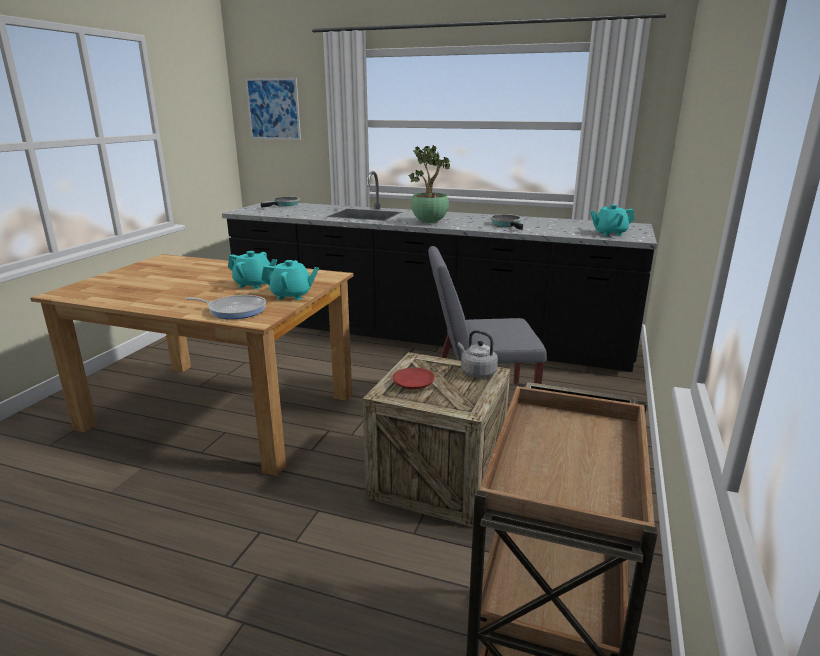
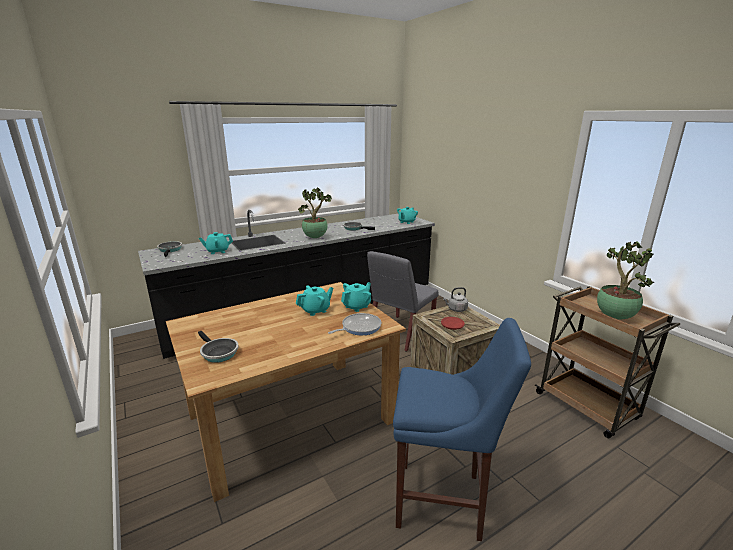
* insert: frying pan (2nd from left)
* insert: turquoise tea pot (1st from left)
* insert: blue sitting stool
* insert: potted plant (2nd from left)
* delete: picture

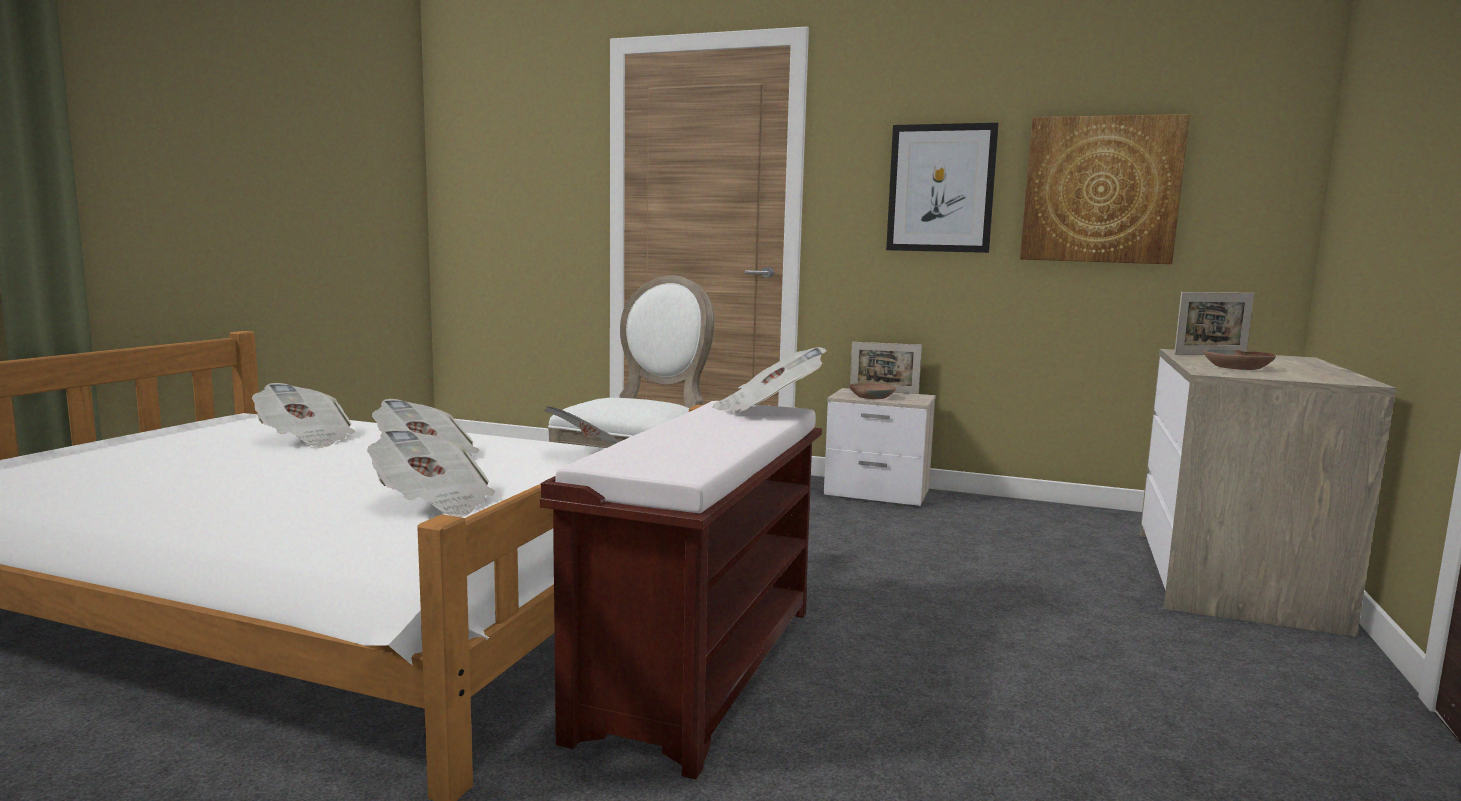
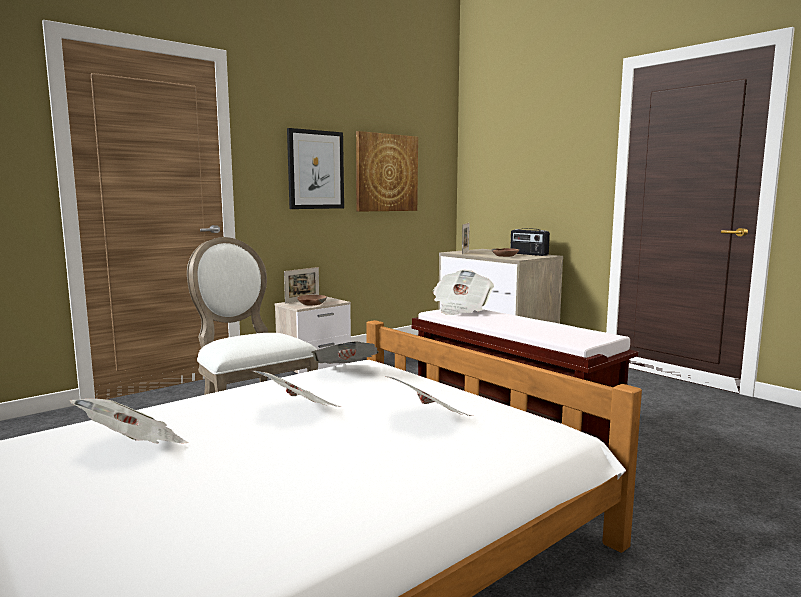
* insert: radio

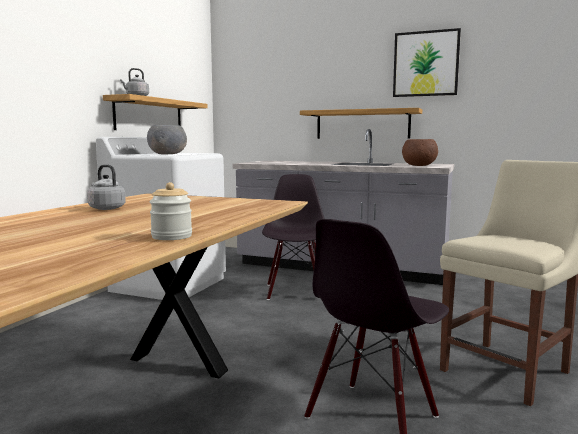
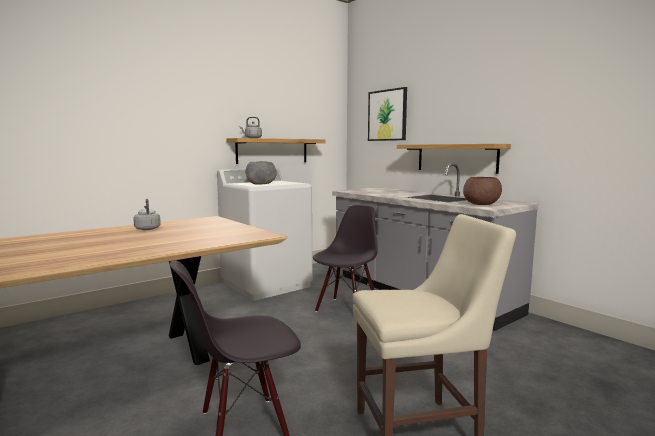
* move: picture
* delete: jar

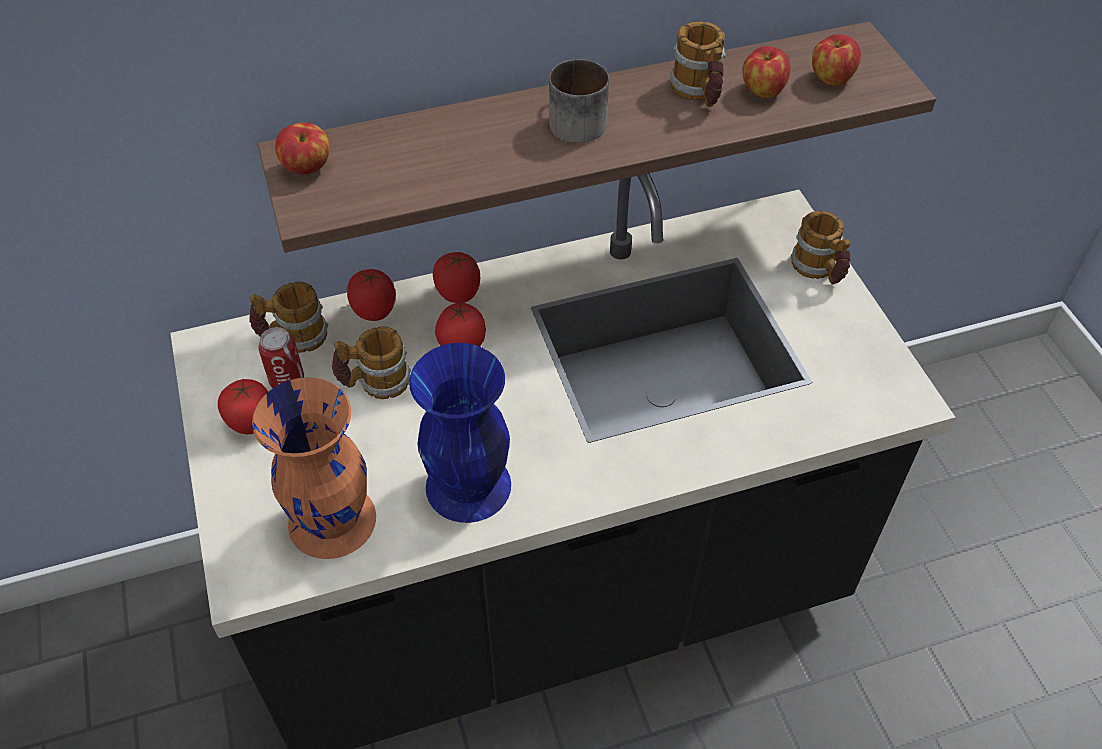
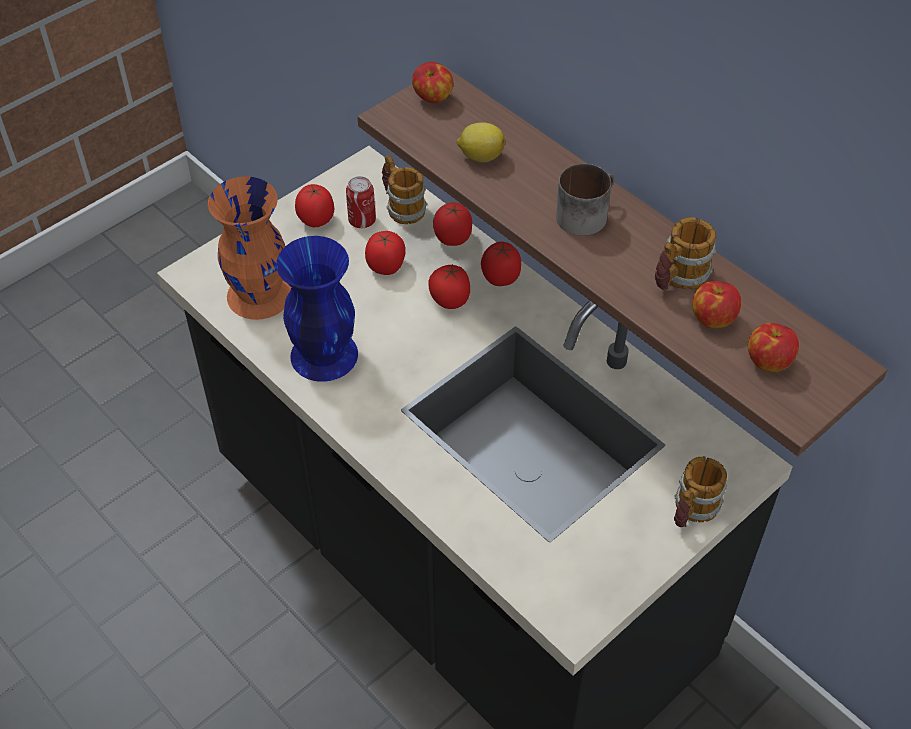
* replace: coffee mug (2nd from left) to whole tomato (2nd from left)
* insert: lemon

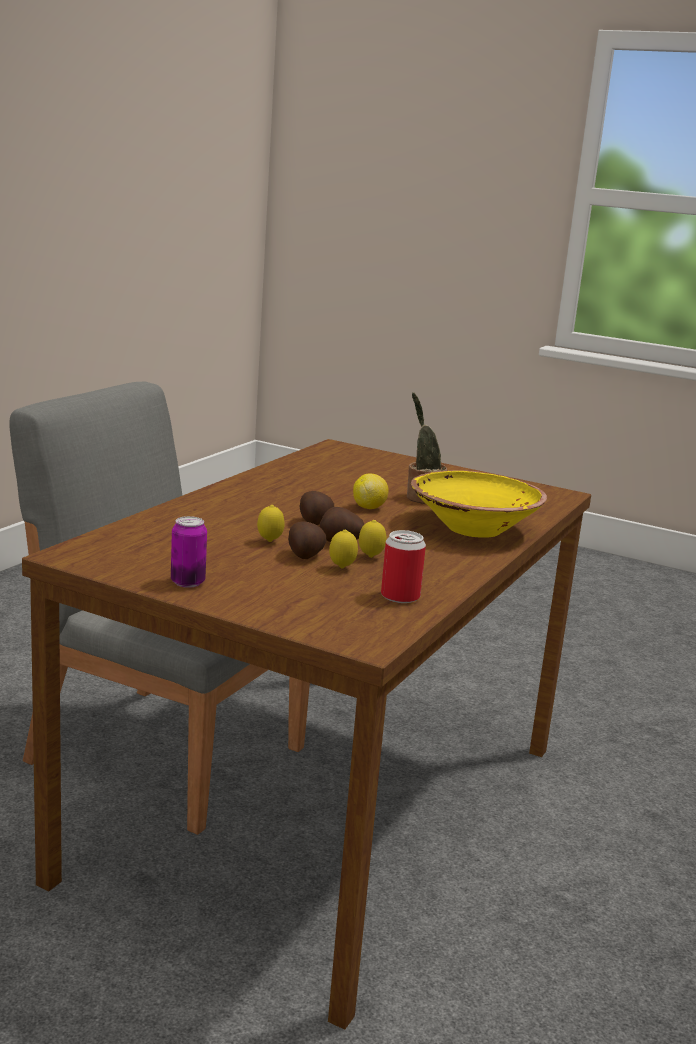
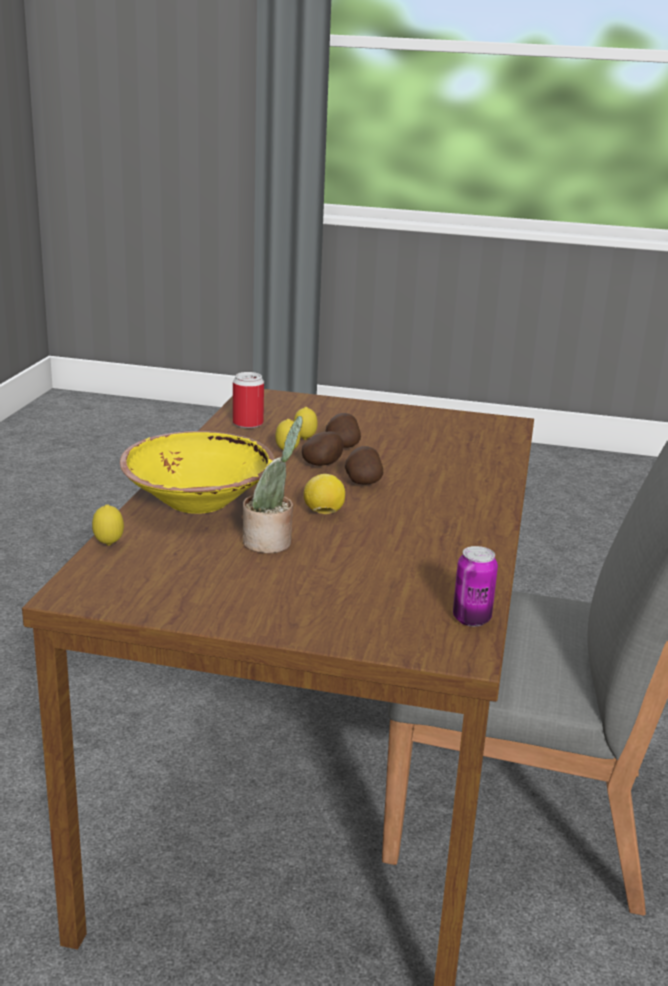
* move: lemon (1st from left)
* move: sealed can (1st from left in the first image) to sealed can (2nd from left)

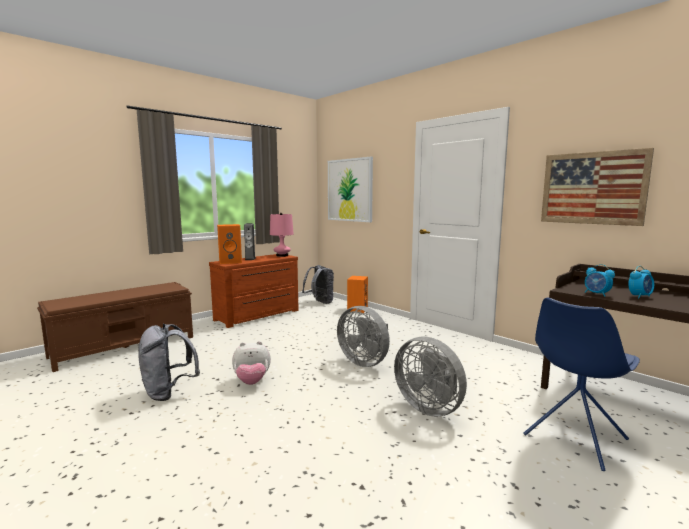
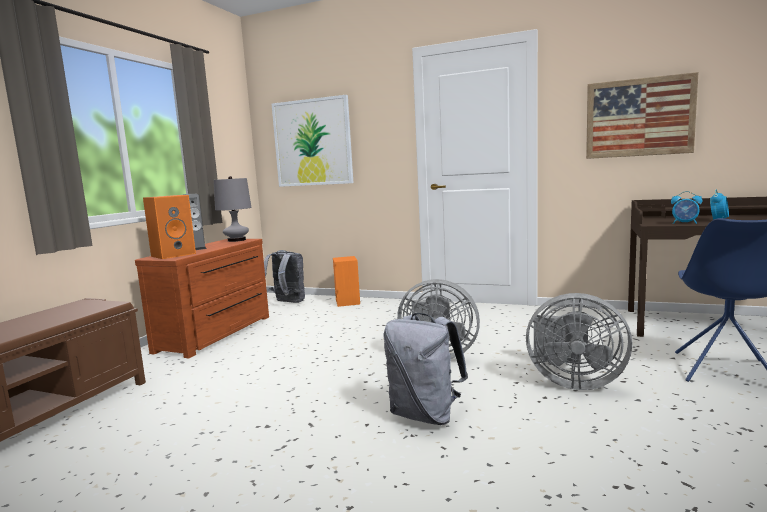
* recolor: pinkish table lamp to greyish table lamp
* move: greyish knapsack (1st from left in the first image) to greyish knapsack (2nd from left)
* delete: cuddly toy

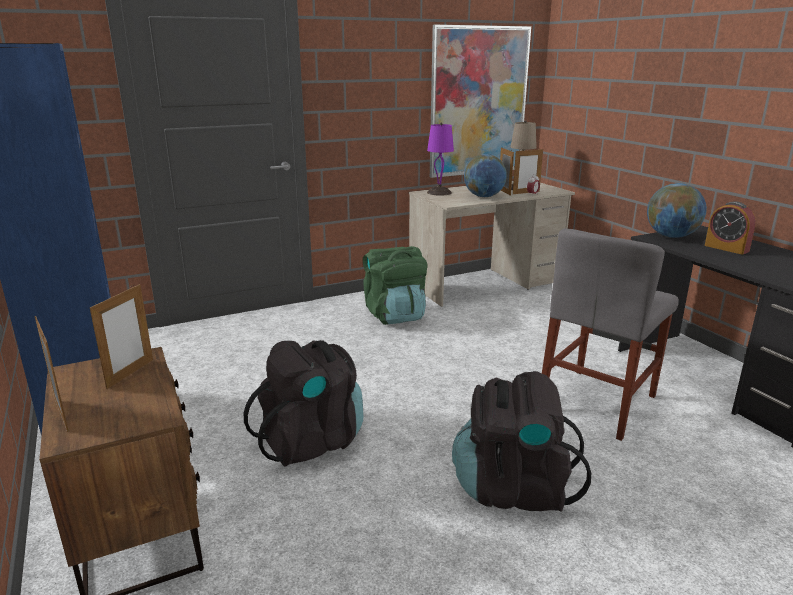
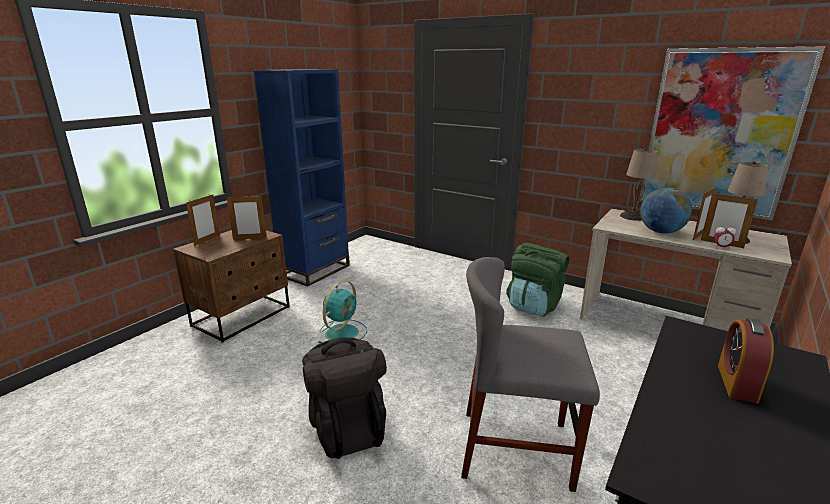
* replace: black knapsack (1st from left) to turquoise cooling fan
* recolor: purple-coloured table lamp to sand-coloured table lamp (1st from left)
* delete: desk globe (2nd from left)

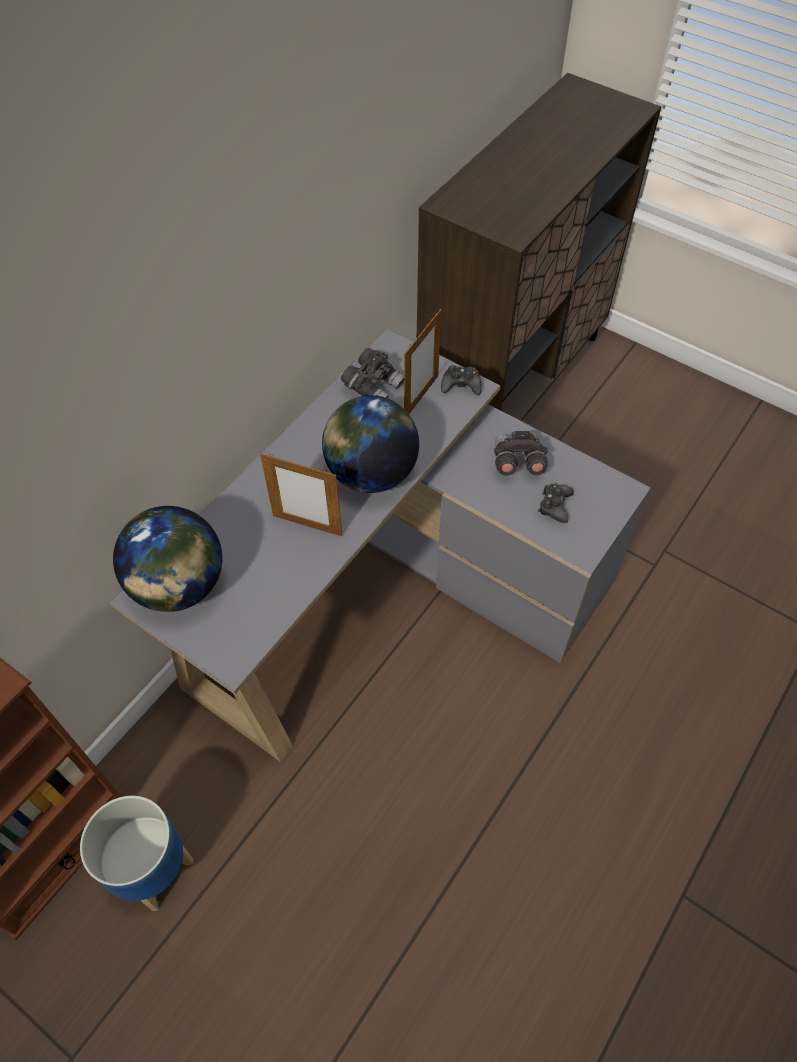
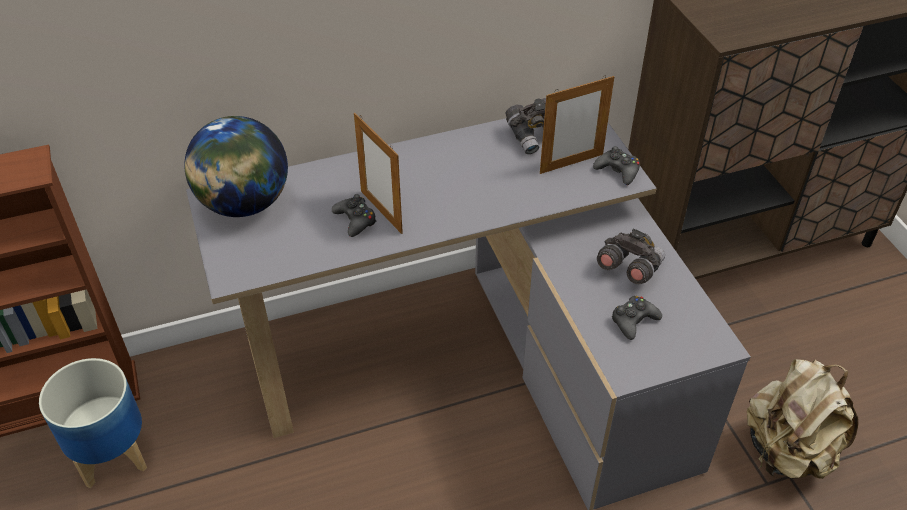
* insert: black game controller (1st from left)
* insert: sand-coloured knapsack
* delete: desk globe (2nd from left)

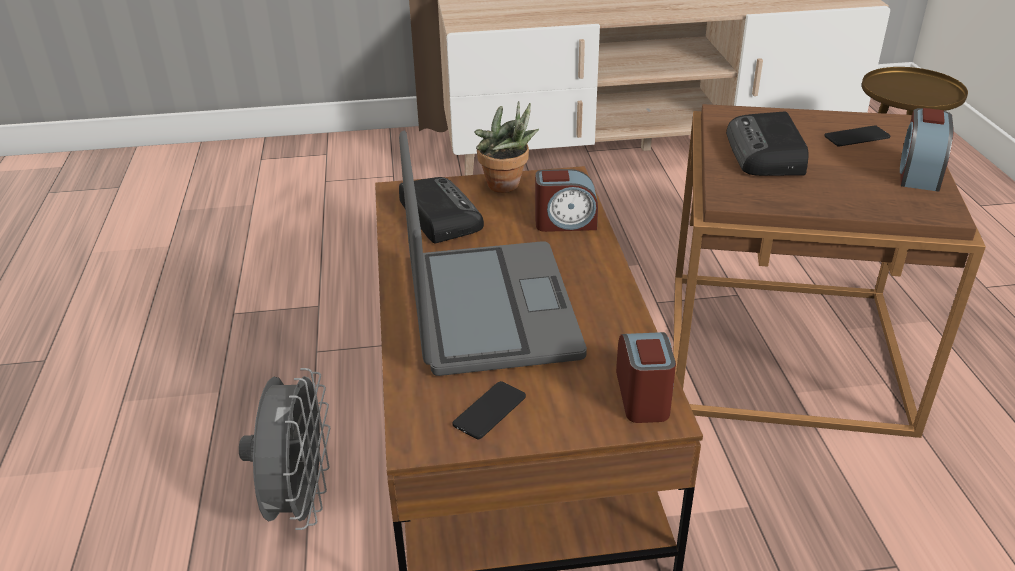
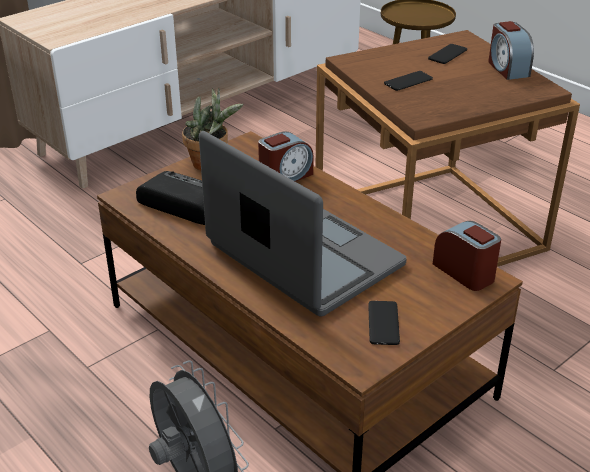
* replace: radio (2nd from left) to phone (2nd from left)

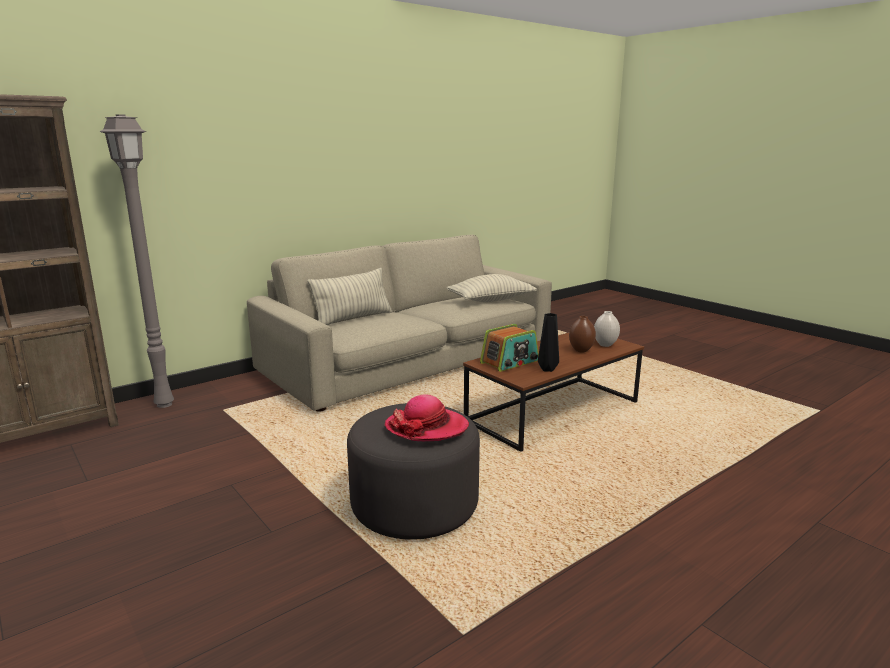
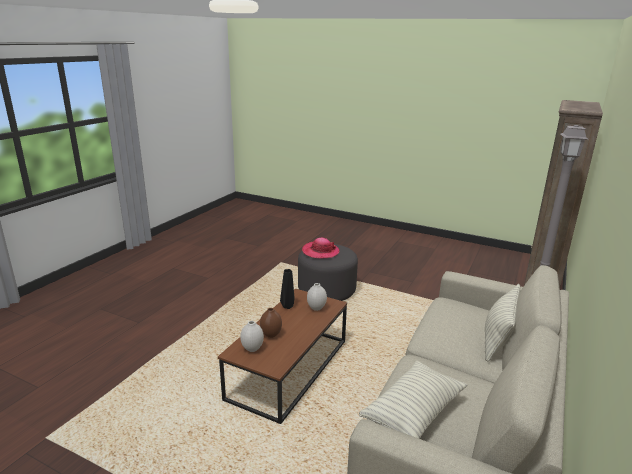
* replace: radio to white-coloured decorative vase (2nd from left)

